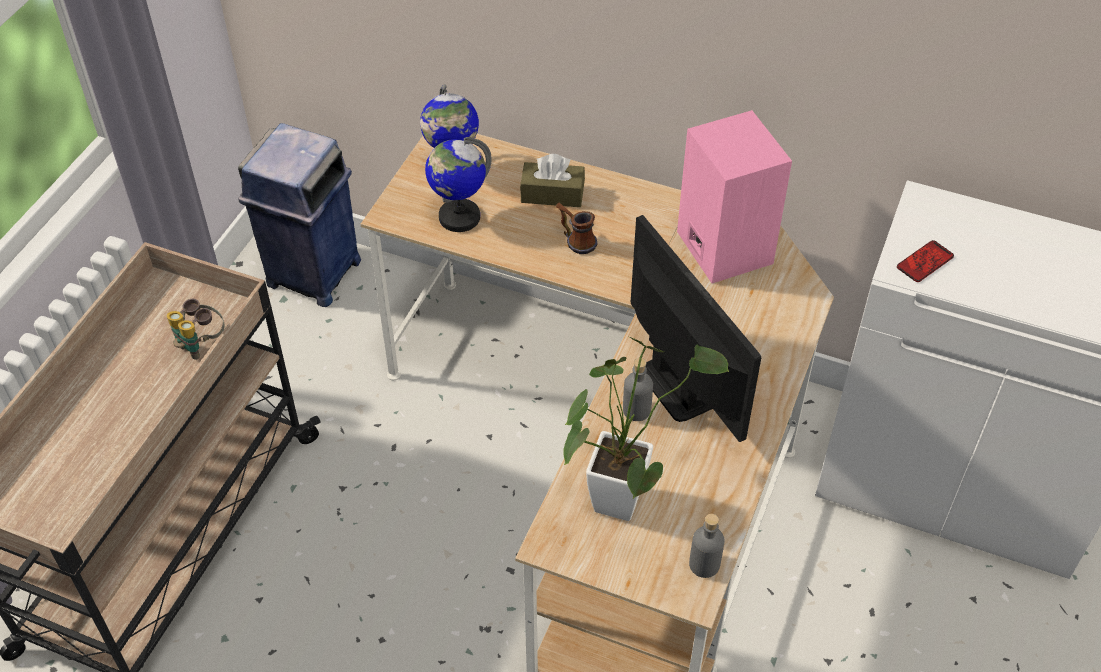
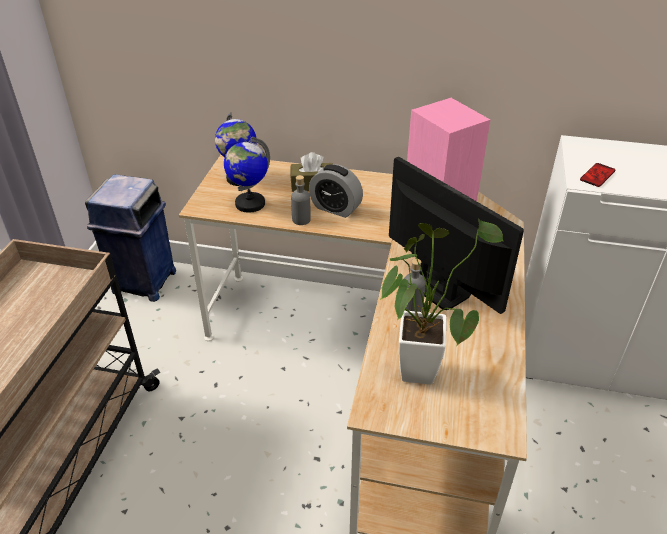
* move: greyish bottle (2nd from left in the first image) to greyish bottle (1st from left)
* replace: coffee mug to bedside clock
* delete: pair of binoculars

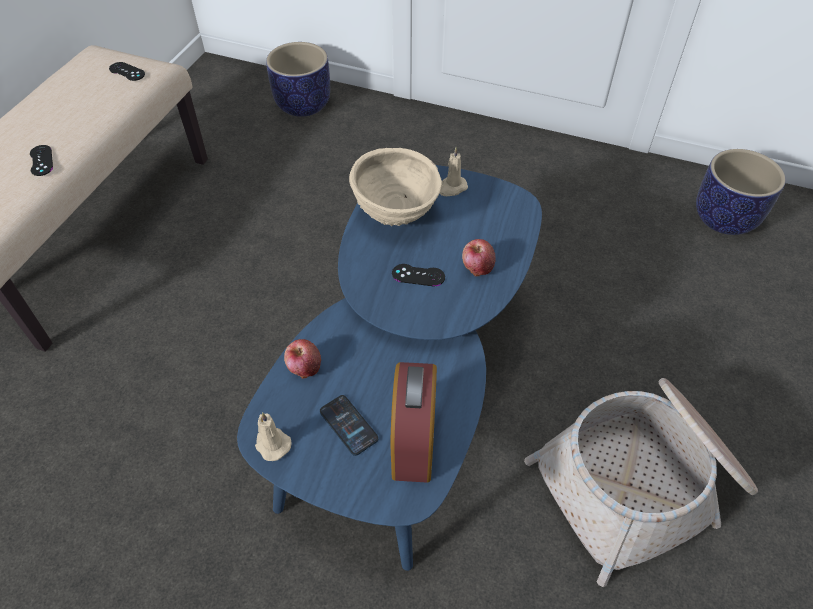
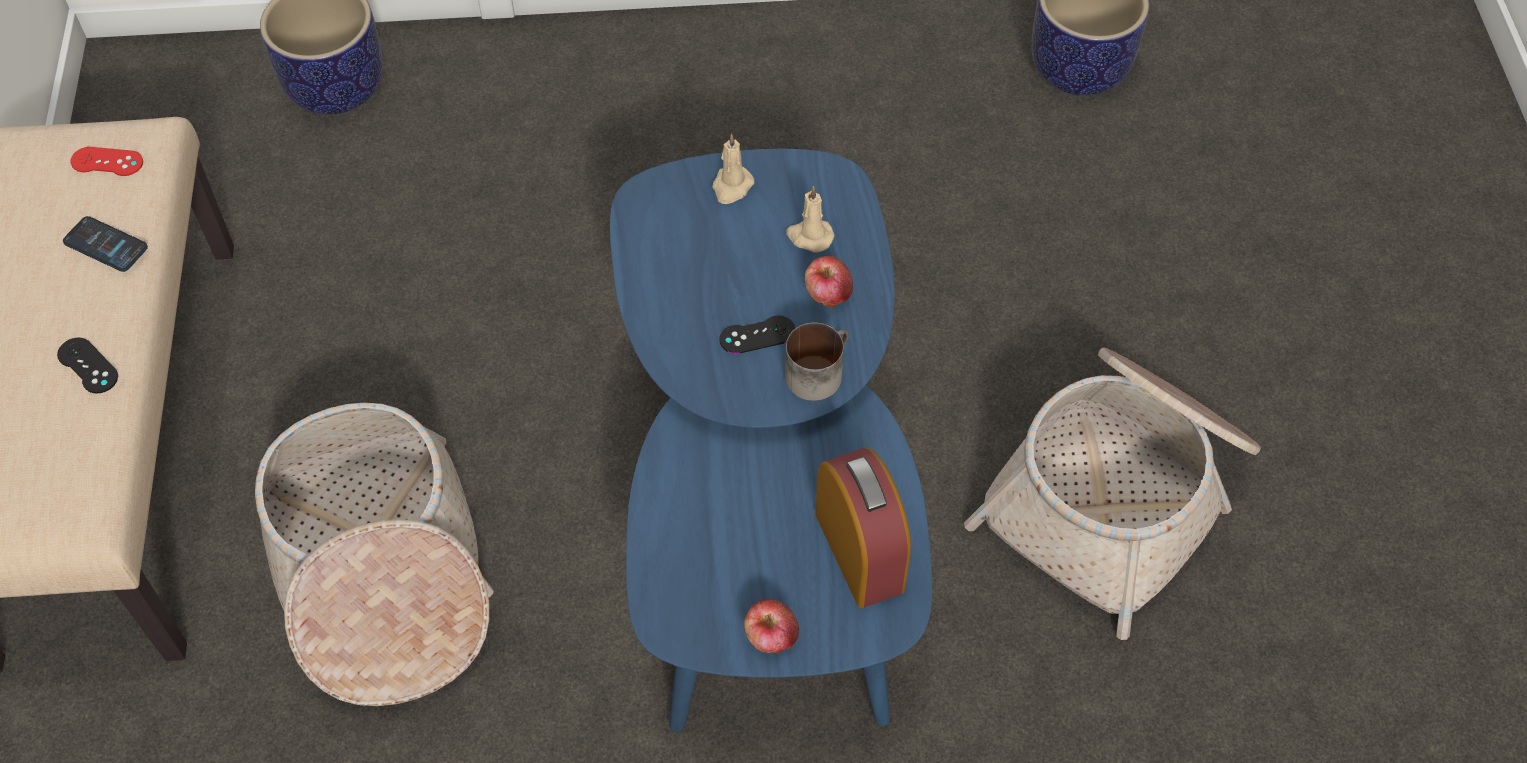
* move: phone
* recolor: black game controller (2nd from left) to red game controller
* insert: basket (1st from left)
* move: apple (1st from left)
* insert: coffee mug
* move: sand-coloured candle (1st from left in the first image) to sand-coloured candle (2nd from left)
* delete: sand-coloured serving bowl

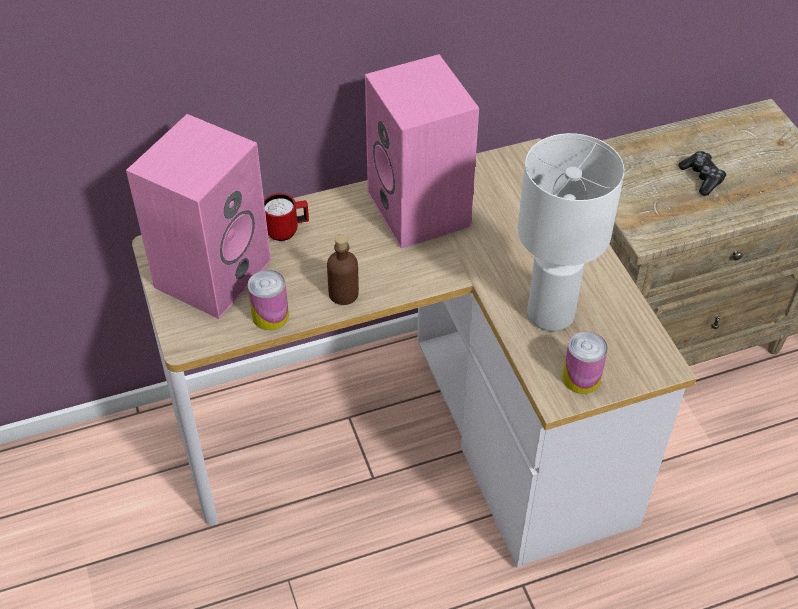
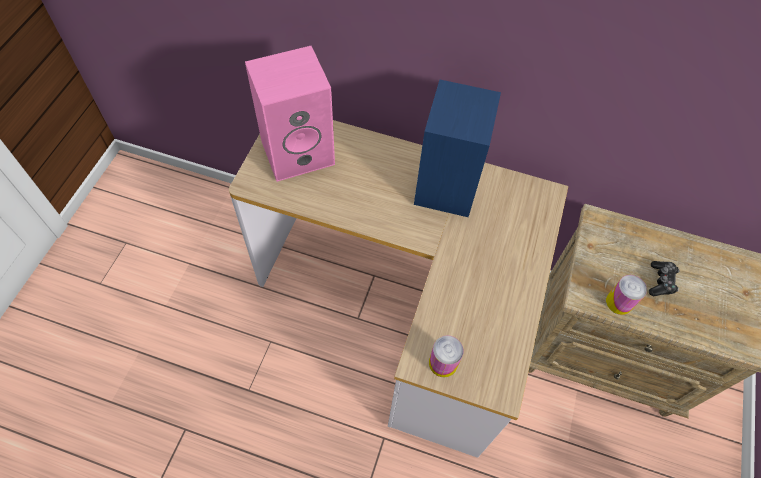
* recolor: pinkish speaker (2nd from left) to blue speaker
* move: sealed can (1st from left in the first image) to sealed can (2nd from left)
* delete: red coffee mug
* delete: brown-coloured bottle
* delete: white-coloured table lamp

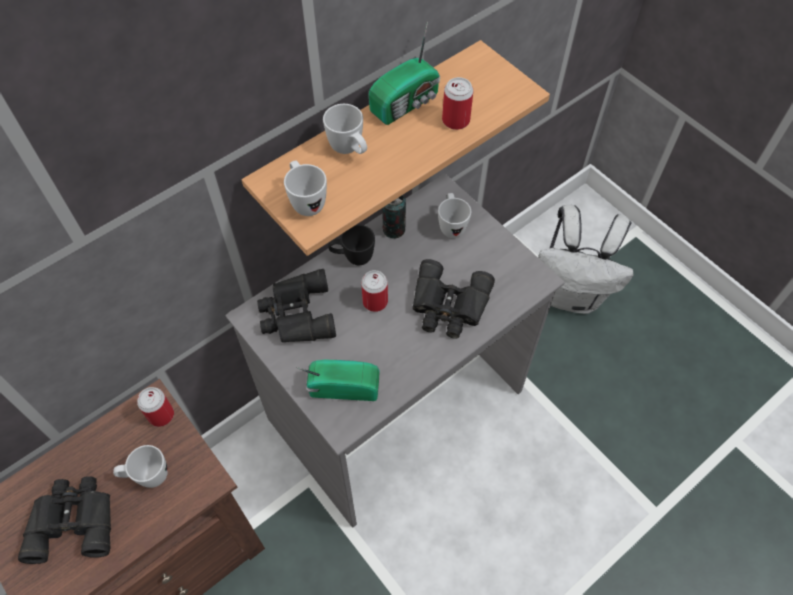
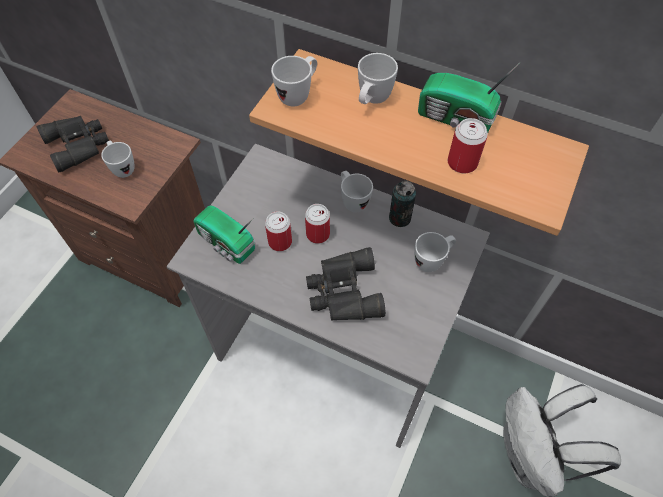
* rotate: radio (1st from left) 150 degrees clockwise
* move: sealed can (1st from left)
* recolor: black coffee mug to white-coloured coffee mug (3rd from left)
* delete: black pair of binoculars (2nd from left)

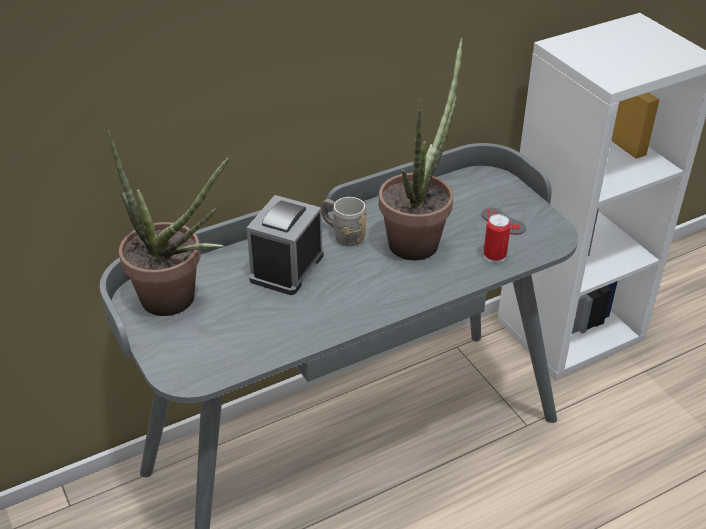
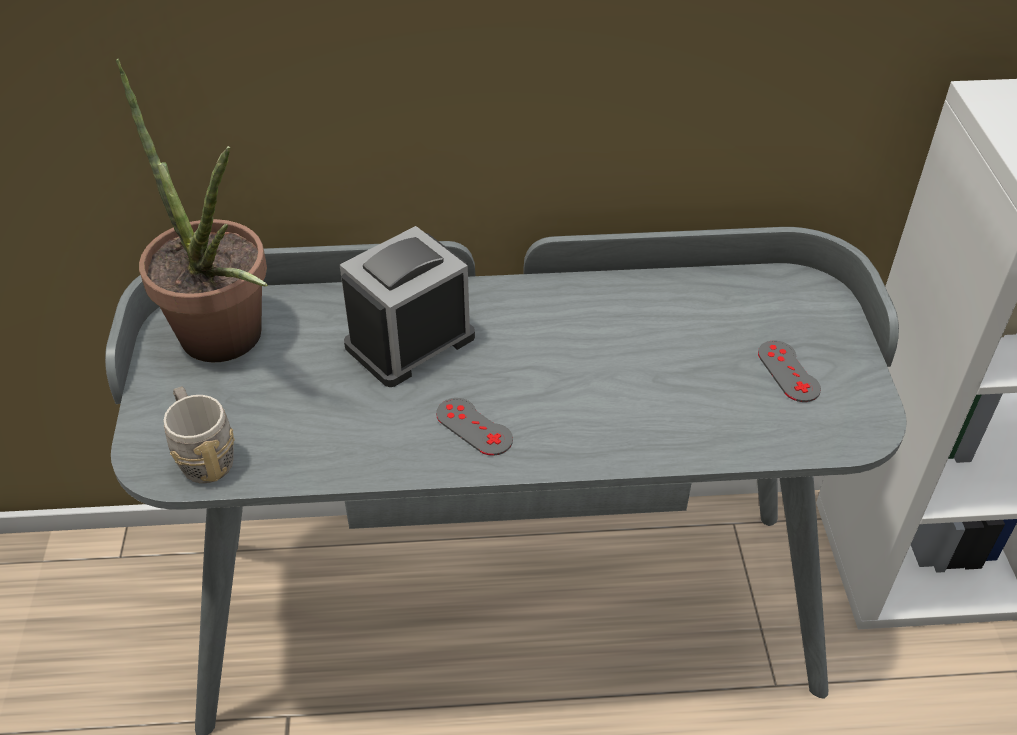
* move: greyish coffee mug
* insert: greyish game controller (1st from left)
* delete: potted plant (2nd from left)
* delete: sealed can

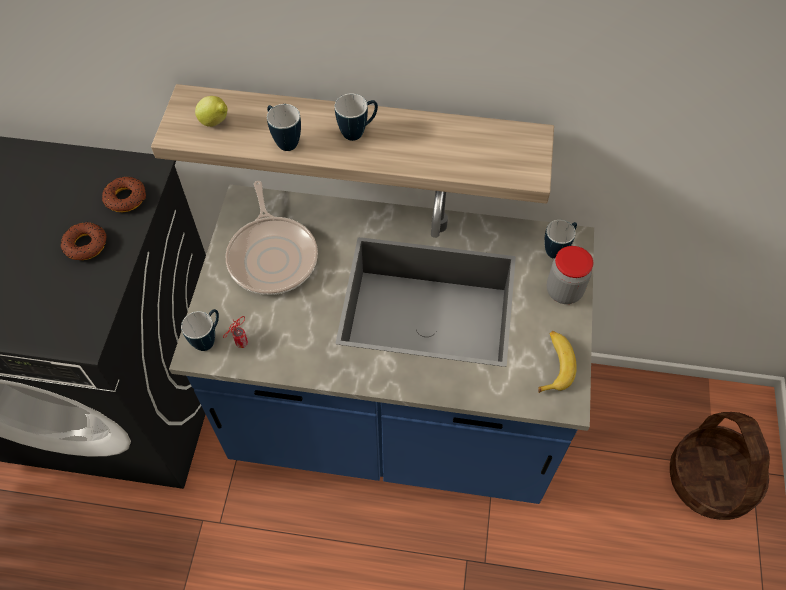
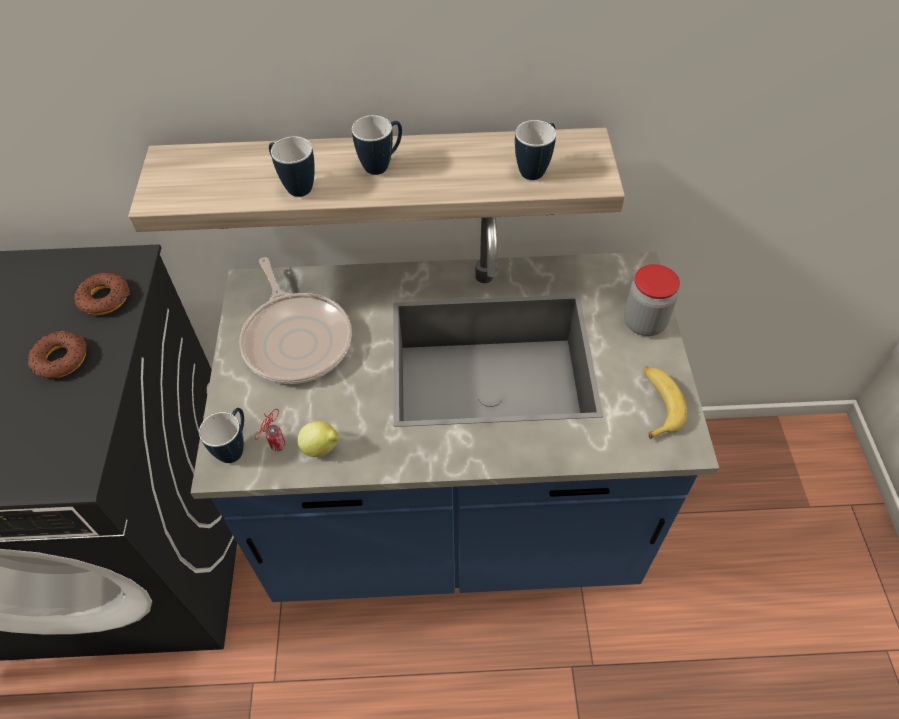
* move: lemon
* move: coffee mug (4th from left)
* delete: basket

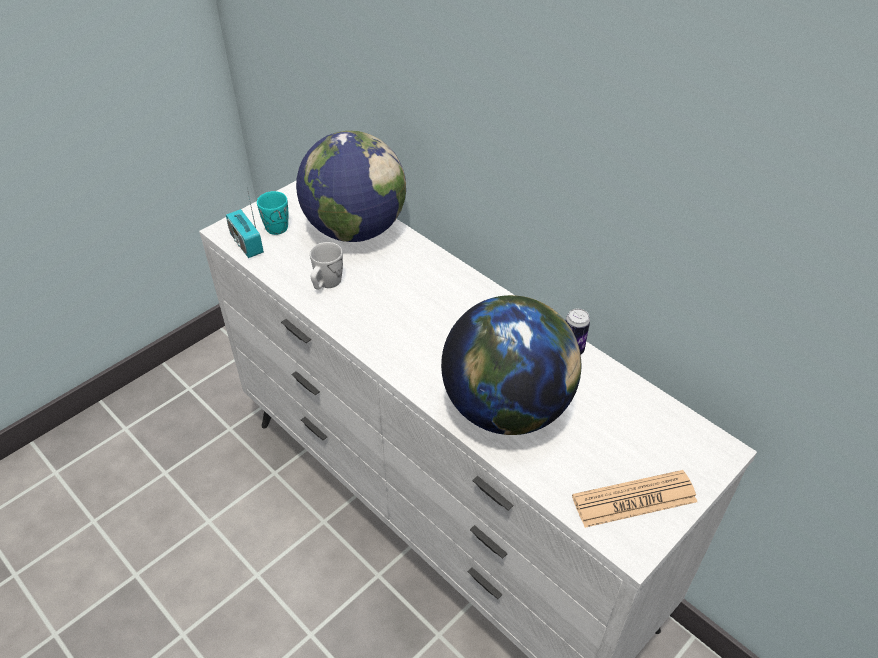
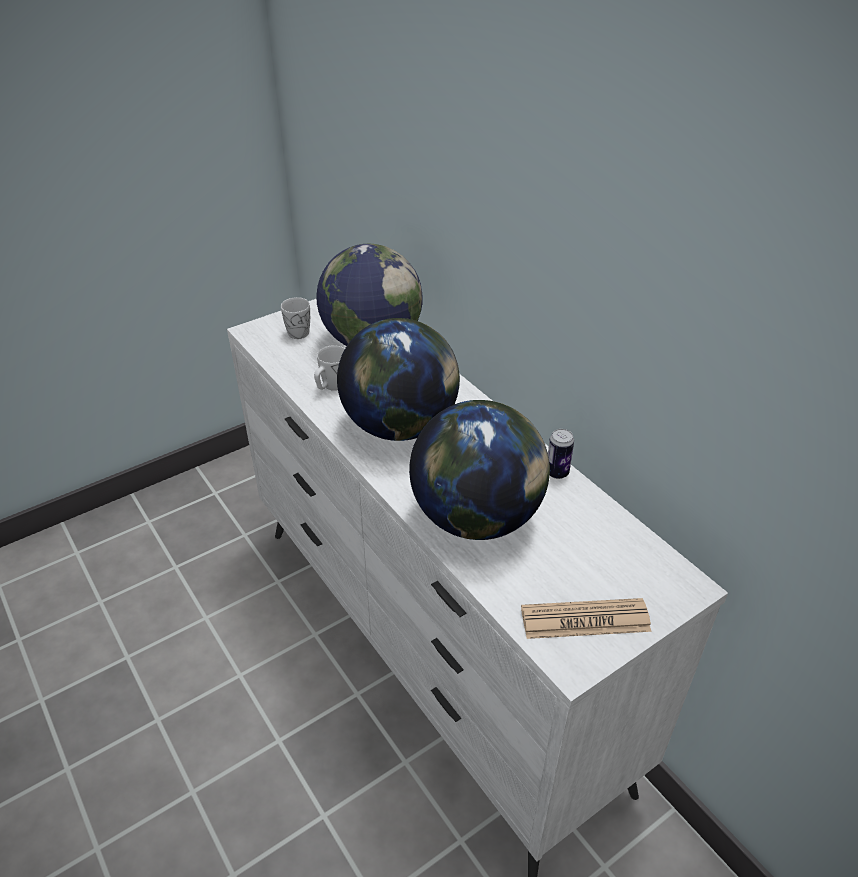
* recolor: turquoise coffee mug to white-coloured coffee mug (1st from left)
* insert: desk globe (2nd from left)
* delete: radio

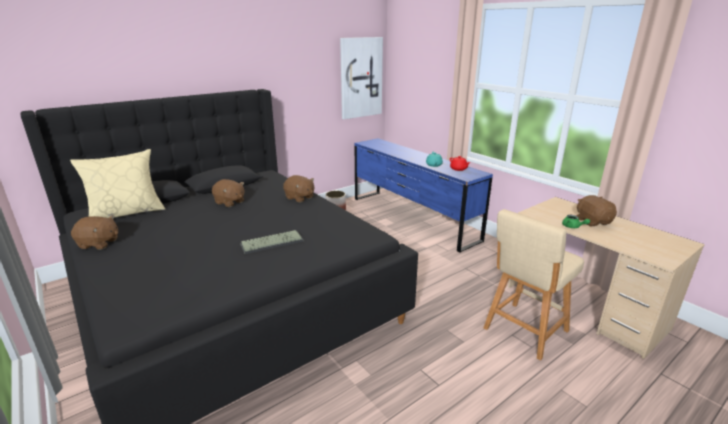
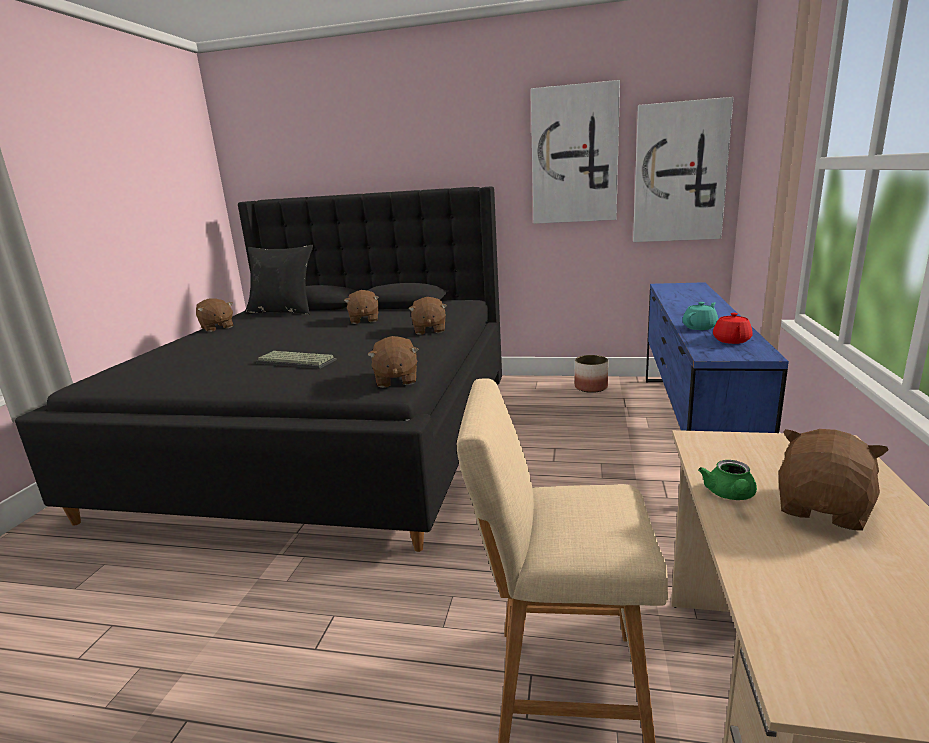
* recolor: sand-coloured throw pillow to black throw pillow
* insert: brown-coloured cuddly toy (3rd from left)
* insert: picture (1st from left)

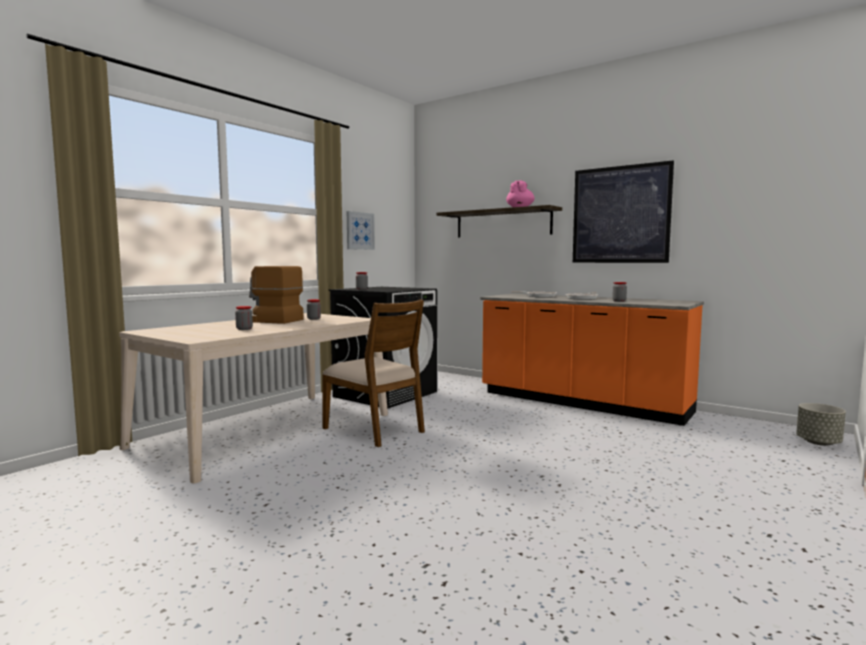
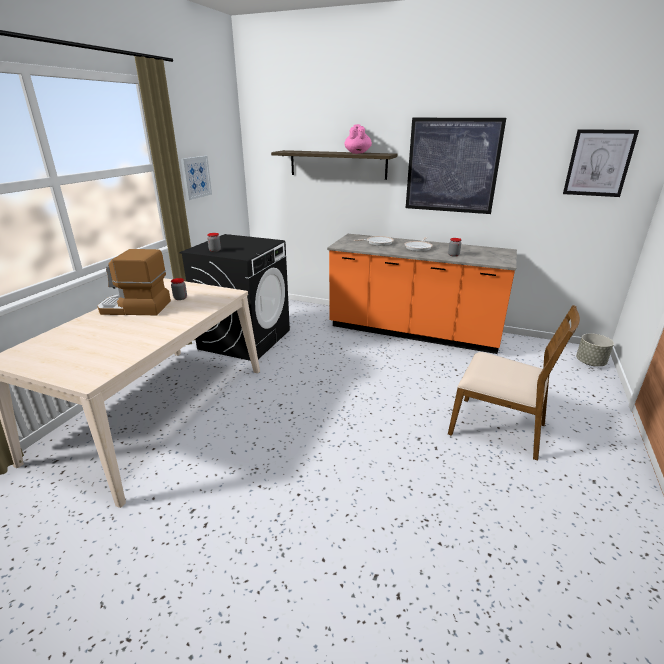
* move: brown-coloured upright chair
* insert: picture (3rd from left)
* delete: jar (1st from left)

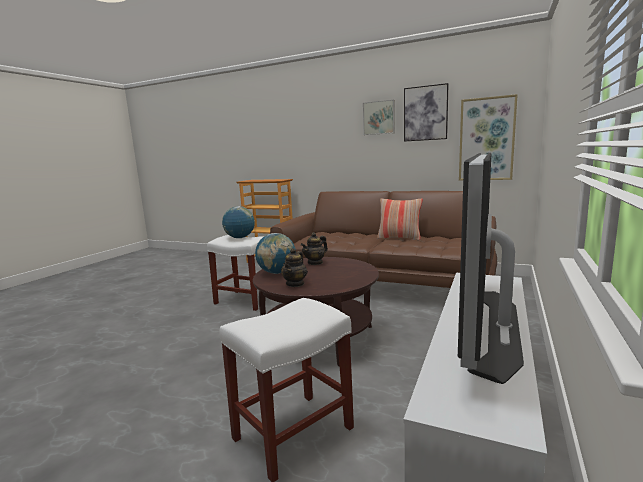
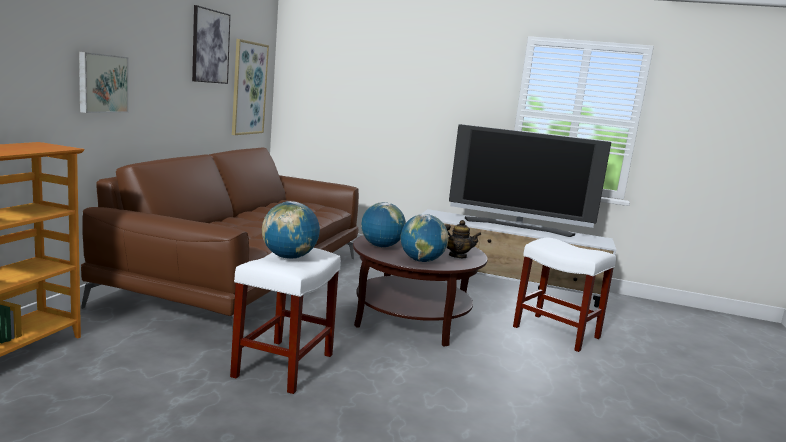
* move: picture (1st from left)
* replace: tea pot (2nd from left) to desk globe (2nd from left)
* delete: throw pillow

